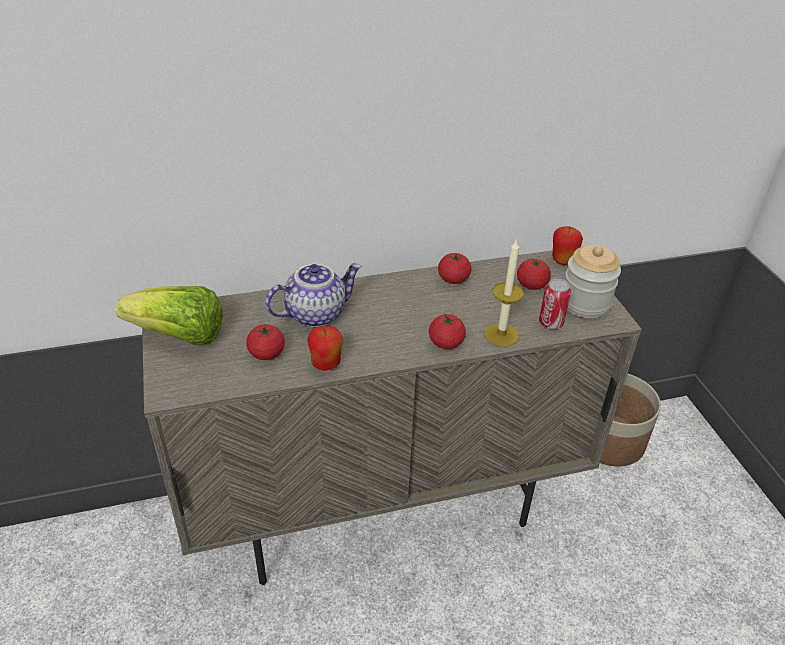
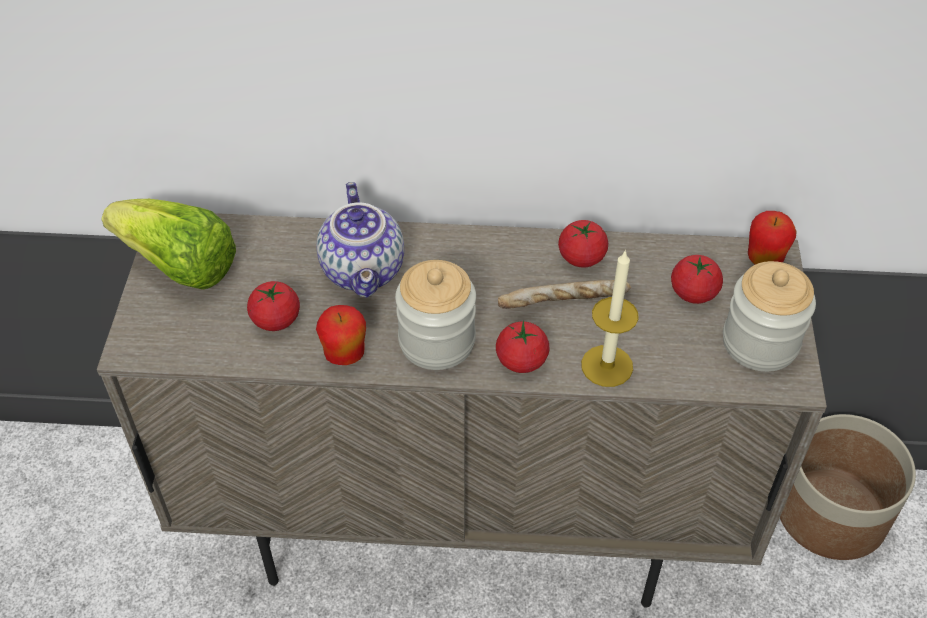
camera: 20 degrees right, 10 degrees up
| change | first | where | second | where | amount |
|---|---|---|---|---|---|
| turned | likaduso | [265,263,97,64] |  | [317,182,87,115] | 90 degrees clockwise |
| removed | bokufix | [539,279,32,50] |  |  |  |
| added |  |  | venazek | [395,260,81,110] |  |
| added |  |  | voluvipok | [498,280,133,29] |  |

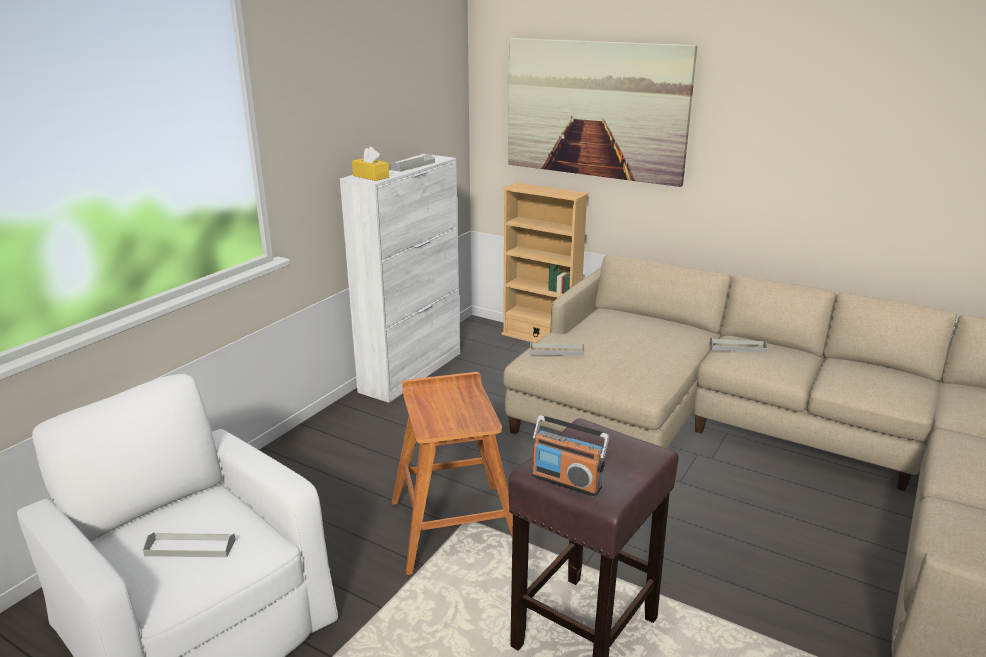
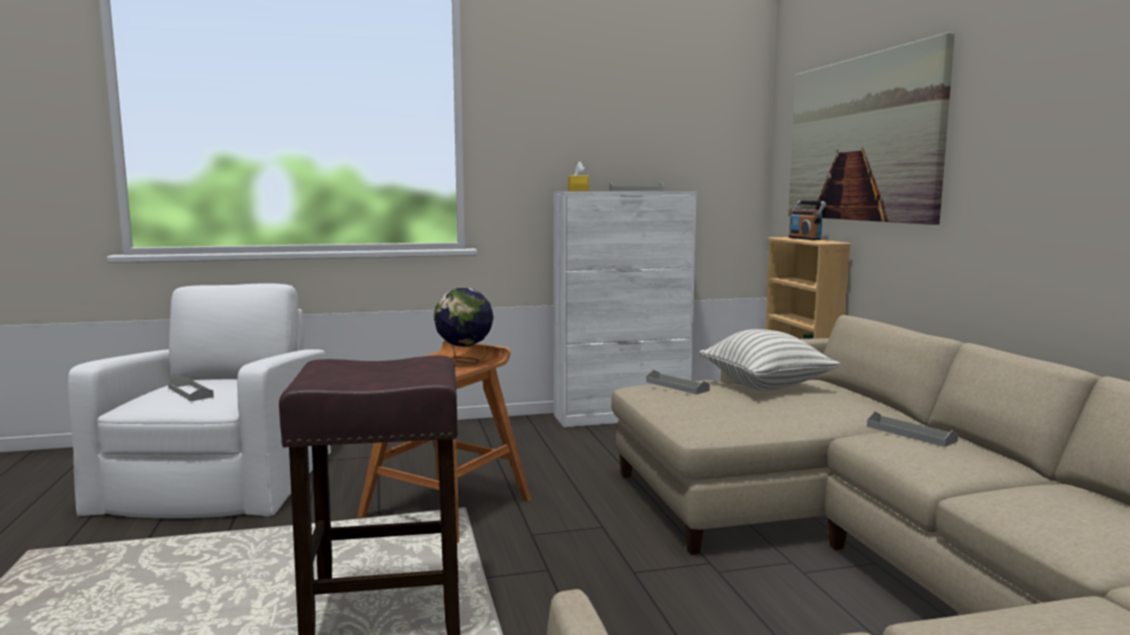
camera: 45 degrees right, 15 degrees down
| change | first | where | second | where | amount |
|---|---|---|---|---|---|
| moved | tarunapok | [532,415,78,82] |  | [788,201,38,39] |  |
| added |  |  | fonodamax | [434,288,60,76] |  |
| added |  |  | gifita | [699,329,141,62] |  |

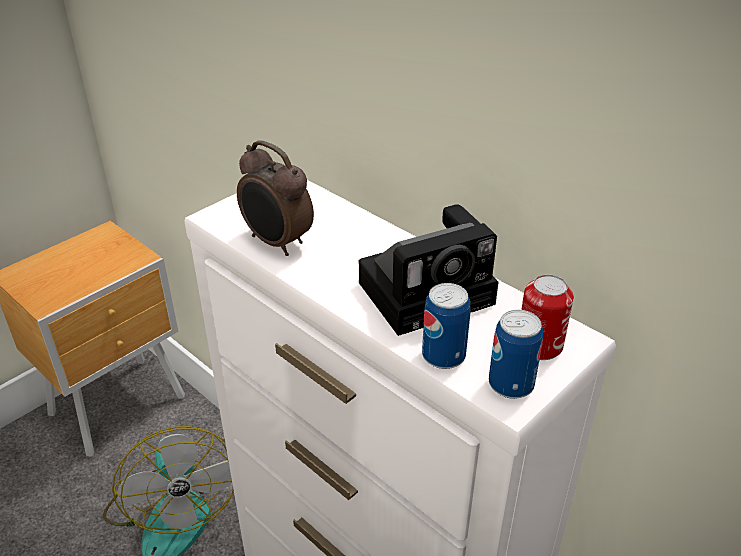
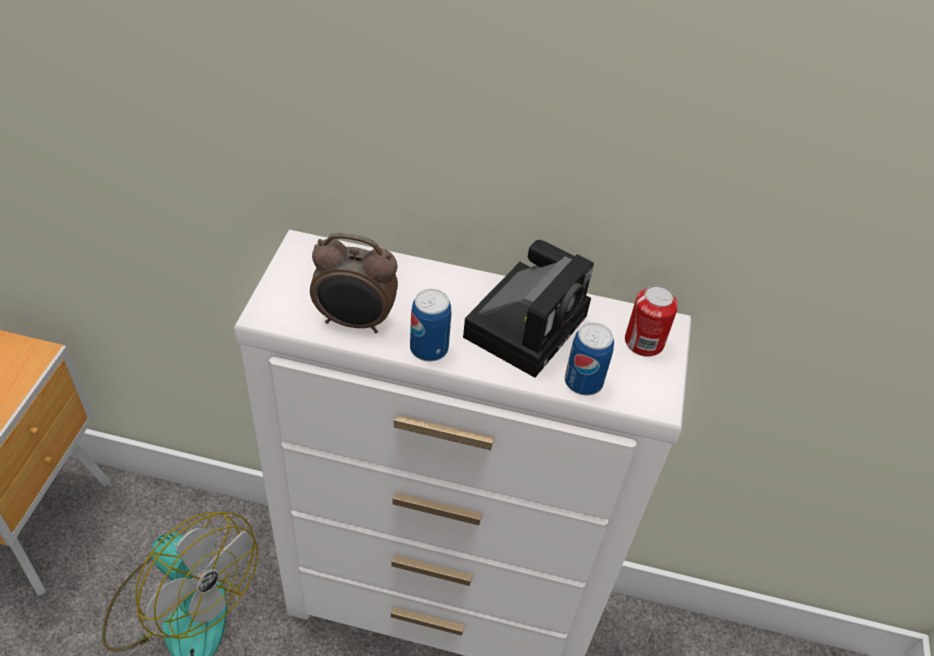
camera: 35 degrees left, 10 degrees up
| change | first | where | second | where | amount |
|---|---|---|---|---|---|
| moved | bokufix | [489,310,54,89] |  | [410,289,41,73] |  |

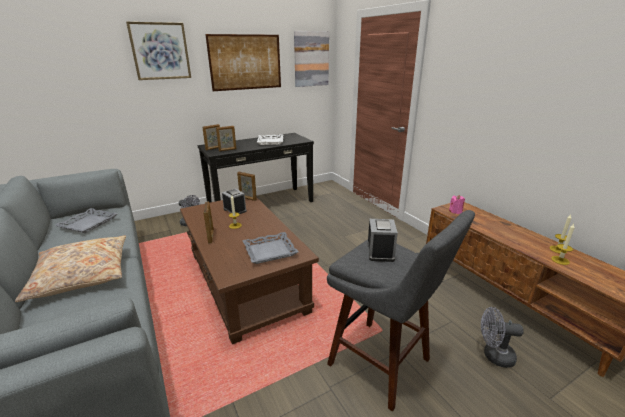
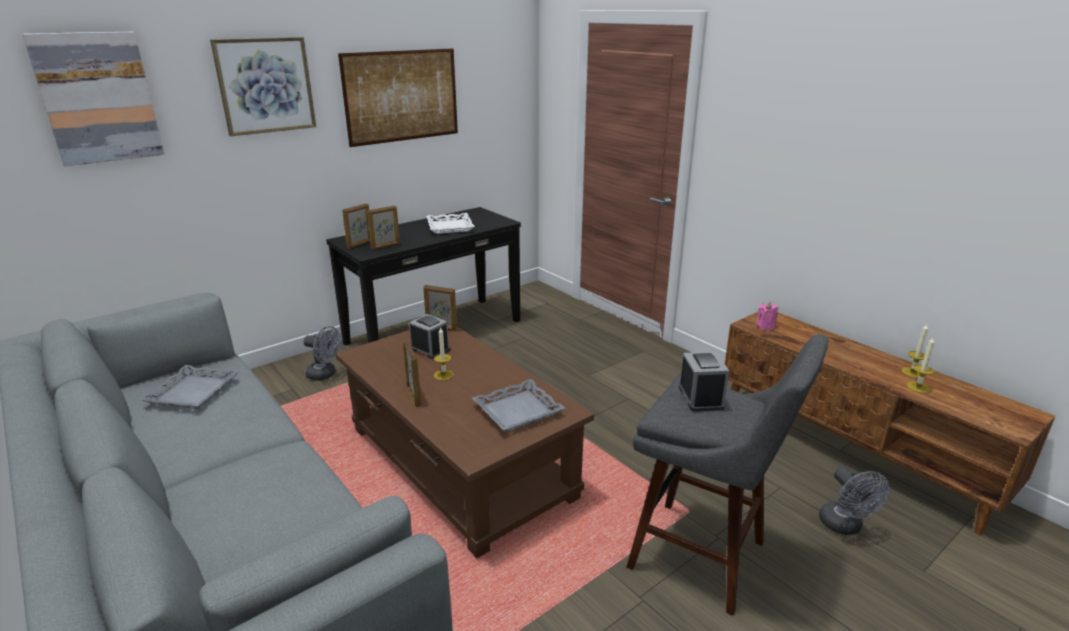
camera: 10 degrees left, 0 degrees up
| change | first | where | second | where | amount |
|---|---|---|---|---|---|
| moved | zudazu | [294,31,35,56] |  | [22,32,142,134] |  |
| removed | beige gifita | [15,235,111,67] |  |  |  |
| turned | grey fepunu | [481,307,43,61] |  | [819,466,71,69] | 105 degrees counterclockwise |

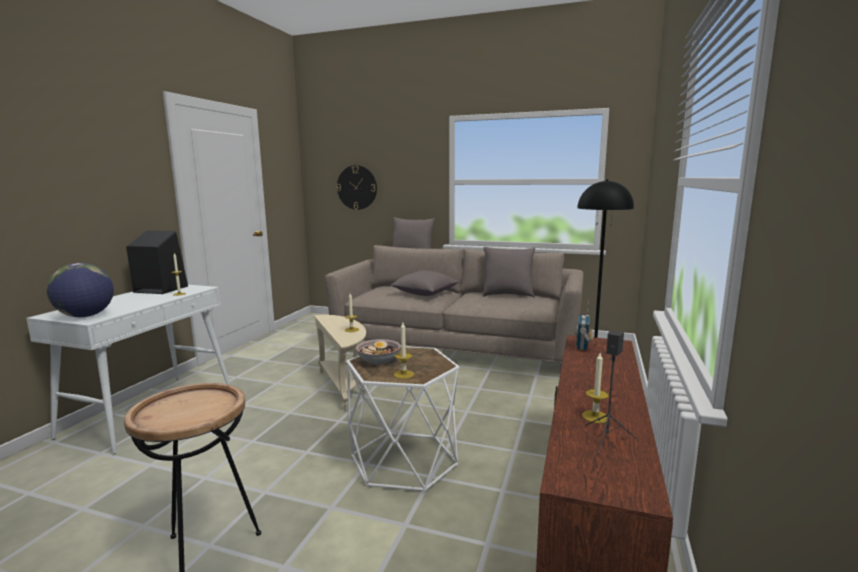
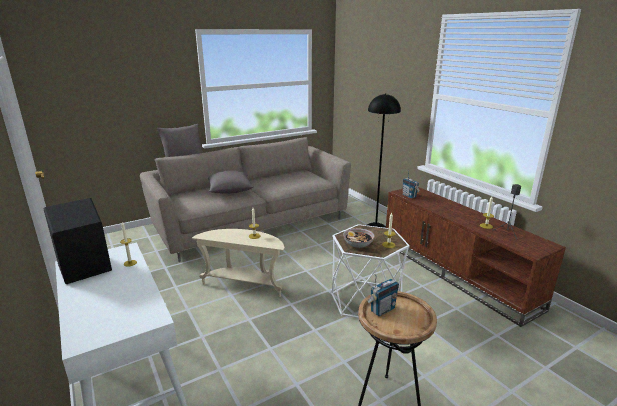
camera: 50 degrees left, 10 degrees up
| change | first | where | second | where | amount |
|---|---|---|---|---|---|
| removed | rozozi | [336,165,41,45] |  |  |  |
| removed | grey gifita | [482,247,53,50] |  |  |  |
| removed | fonodamax | [47,263,67,54] |  |  |  |
| added |  |  | tarunapok | [367,273,32,43] |  |

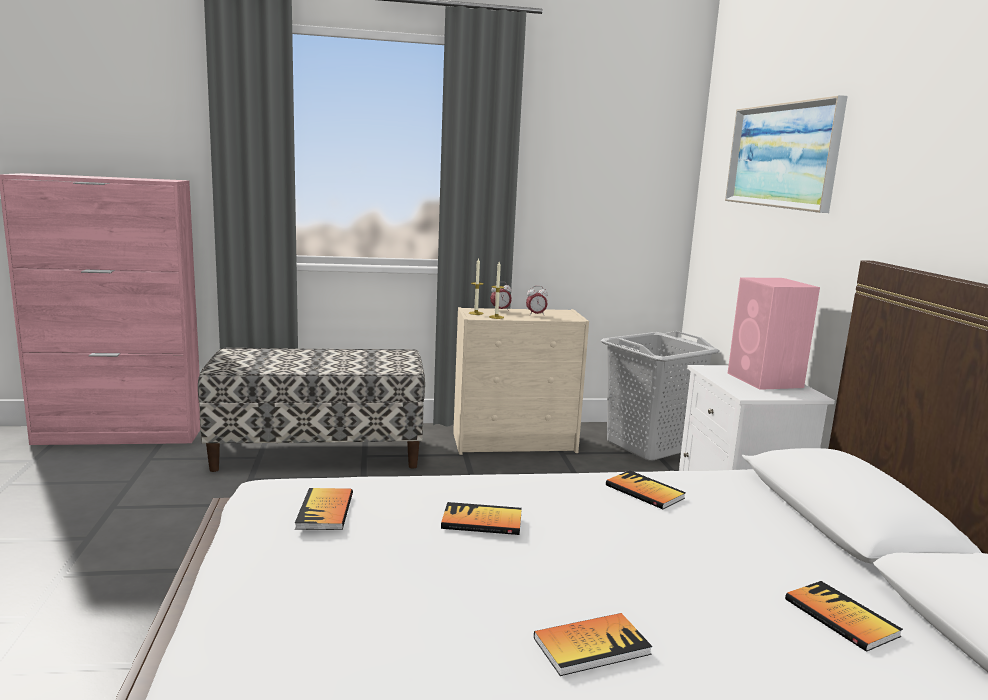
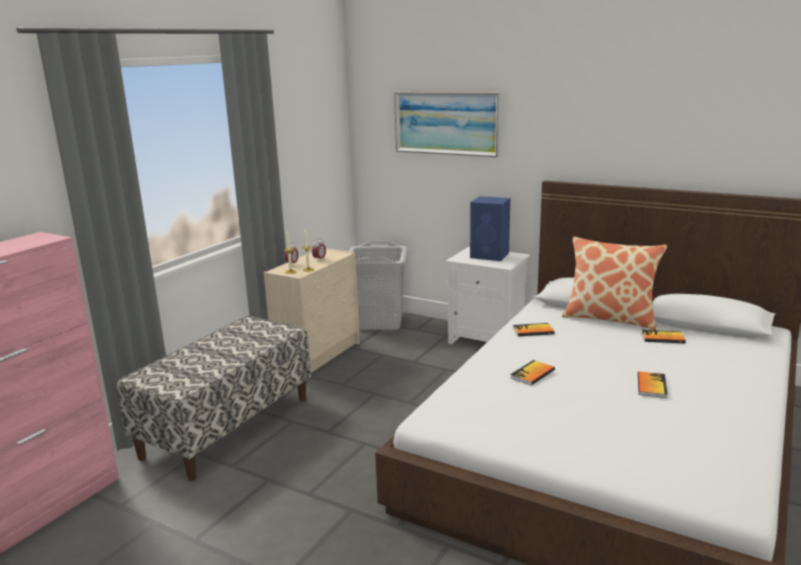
camera: 50 degrees left, 5 degrees up
| change | first | where | second | where | amount |
|---|---|---|---|---|---|
| recoloured | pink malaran | [728,277,92,113] | blue malaran | [470,196,40,65] |  |
| removed | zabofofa | [295,488,58,42] |  |  |  |
| added |  |  | gifita | [562,237,105,93] |  |

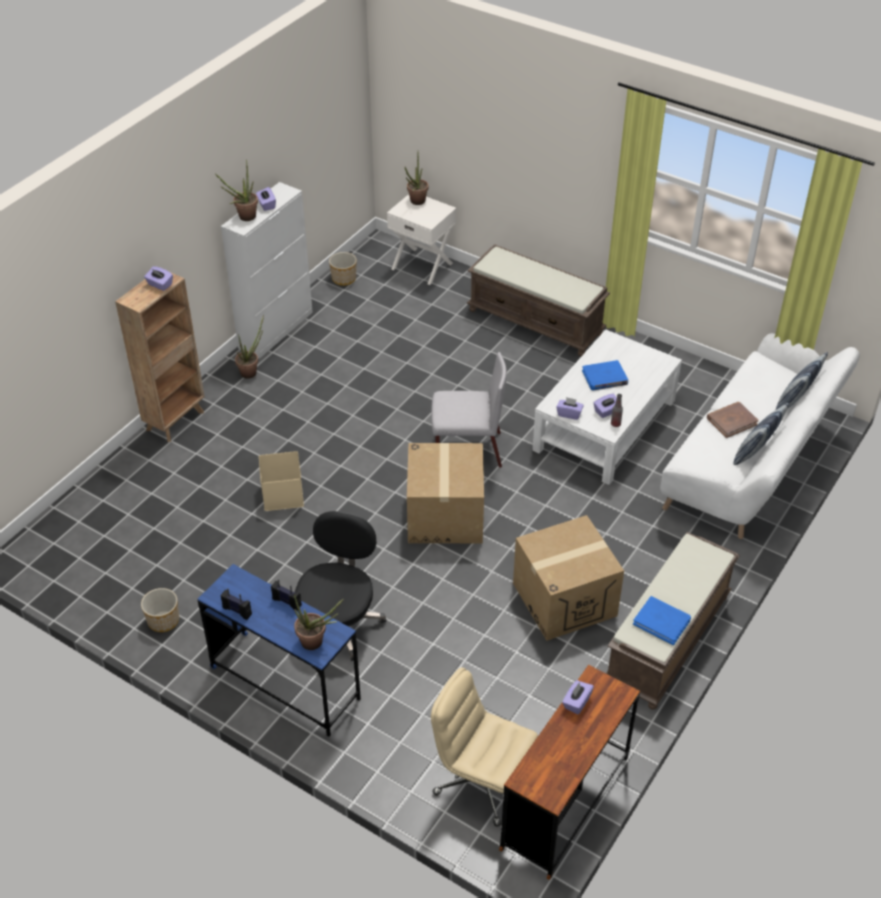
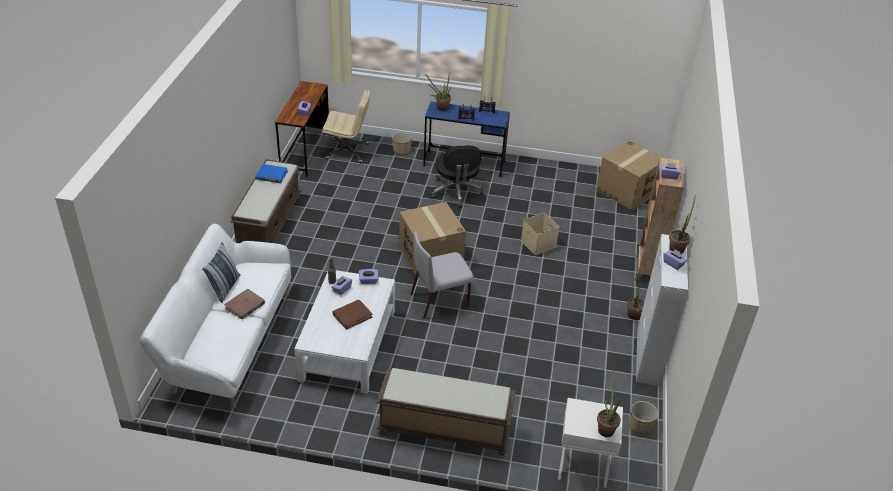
camera: 155 degrees right, 5 degrees down
| change | first | where | second | where | amount |
|---|---|---|---|---|---|
| removed | gifita | [776,352,52,58] |  |  |  |
| recoloured | blue zabofofa | [582,360,46,30] | brown zabofofa | [333,300,40,30] |  |
| moved | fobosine | [513,515,111,126] |  | [596,141,67,70] |  |
| moved | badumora | [141,588,38,44] |  | [392,132,20,23] |  |

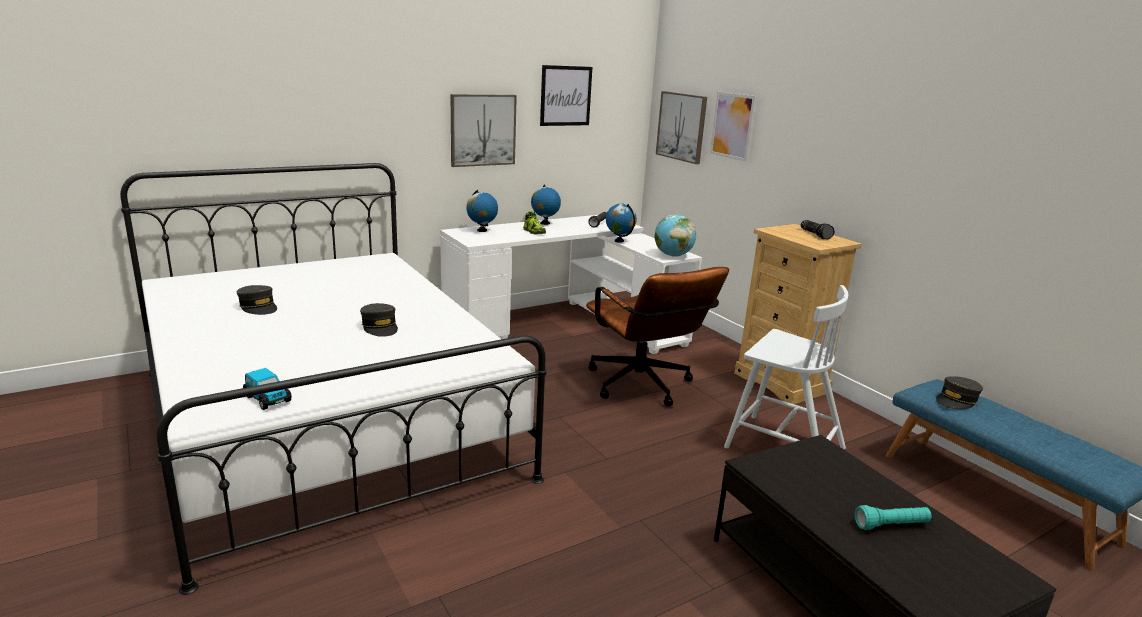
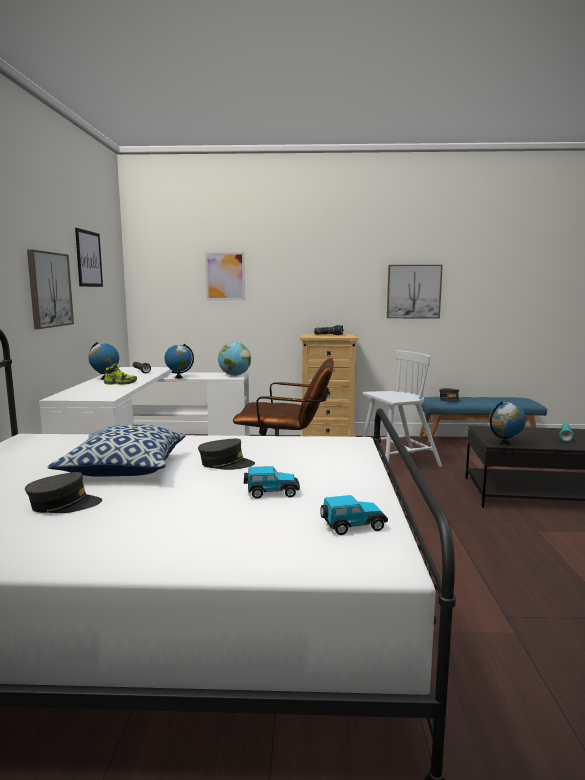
camera: 55 degrees left, 10 degrees down
| change | first | where | second | where | amount |
|---|---|---|---|---|---|
| moved | zudazu | [656,91,51,73] |  | [387,265,56,53] |  |
| moved | fonodamax | [466,190,32,42] |  | [489,401,37,45] |  |
| added |  |  | gifita | [48,424,138,53] |  |
| added |  |  | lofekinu | [244,466,56,33] |  |

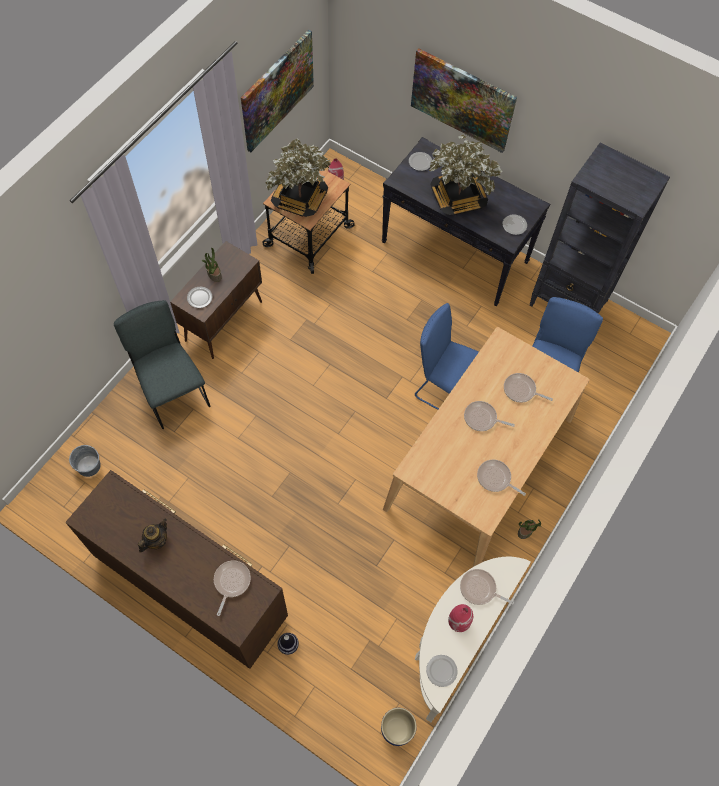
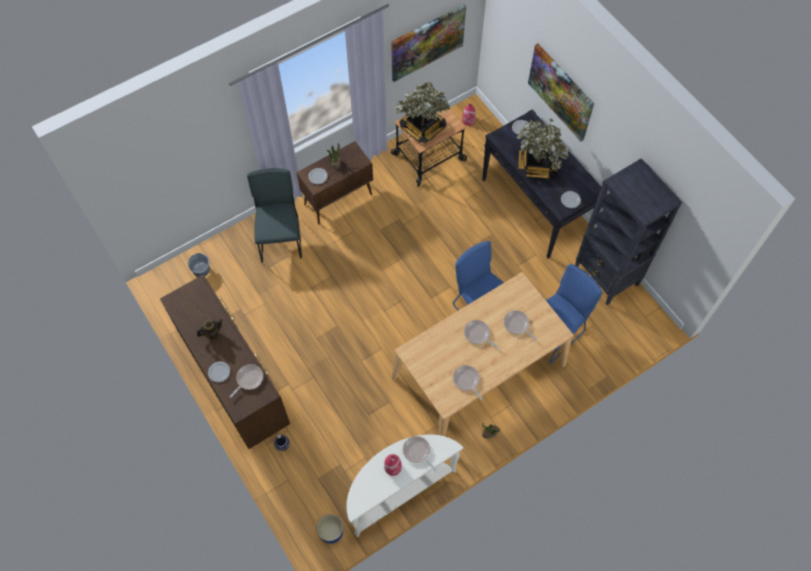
camera: 25 degrees right, 0 degrees up
| change | first | where | second | where | amount |
|---|---|---|---|---|---|
| moved | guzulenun | [426,655,32,32] |  | [208,362,22,20] |  |

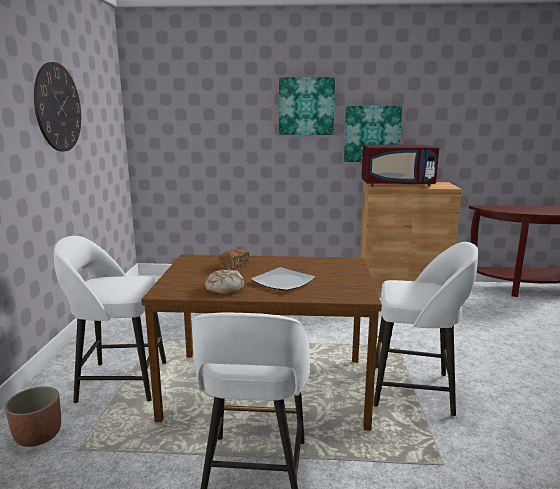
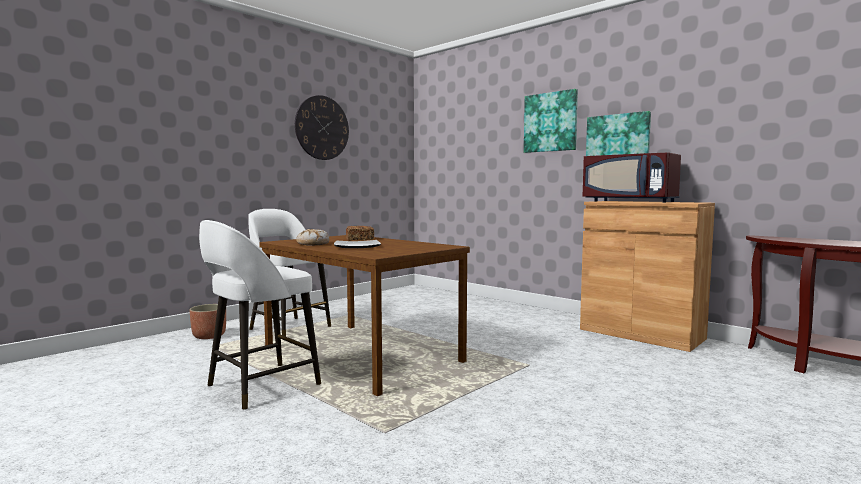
camera: 40 degrees right, 10 degrees down
| change | first | where | second | where | amount |
|---|---|---|---|---|---|
| removed | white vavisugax | [373,242,105,174] |  |  |  |

